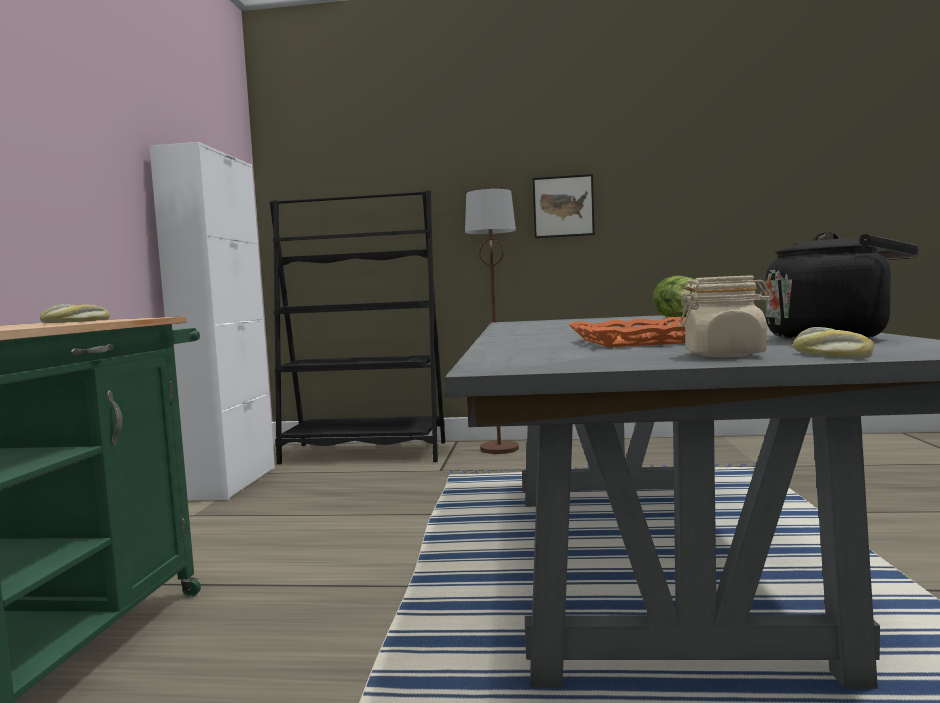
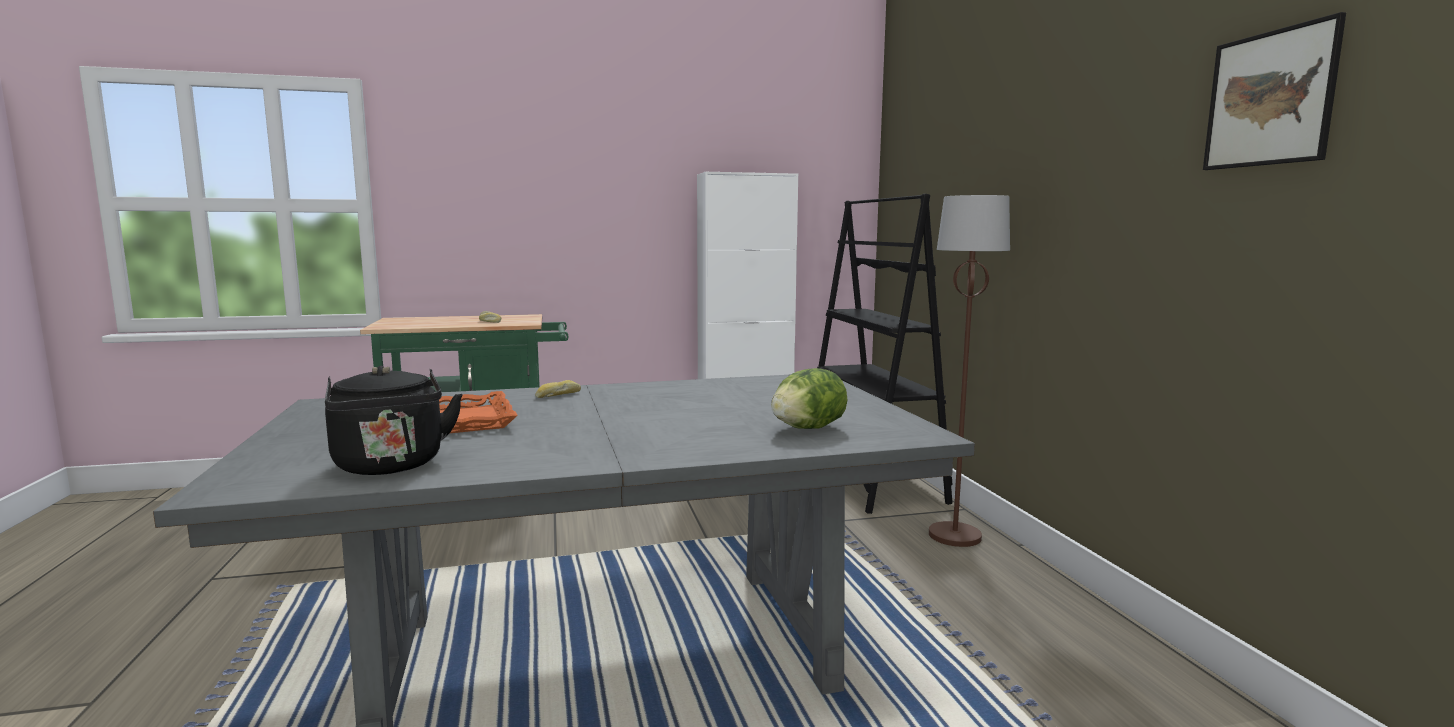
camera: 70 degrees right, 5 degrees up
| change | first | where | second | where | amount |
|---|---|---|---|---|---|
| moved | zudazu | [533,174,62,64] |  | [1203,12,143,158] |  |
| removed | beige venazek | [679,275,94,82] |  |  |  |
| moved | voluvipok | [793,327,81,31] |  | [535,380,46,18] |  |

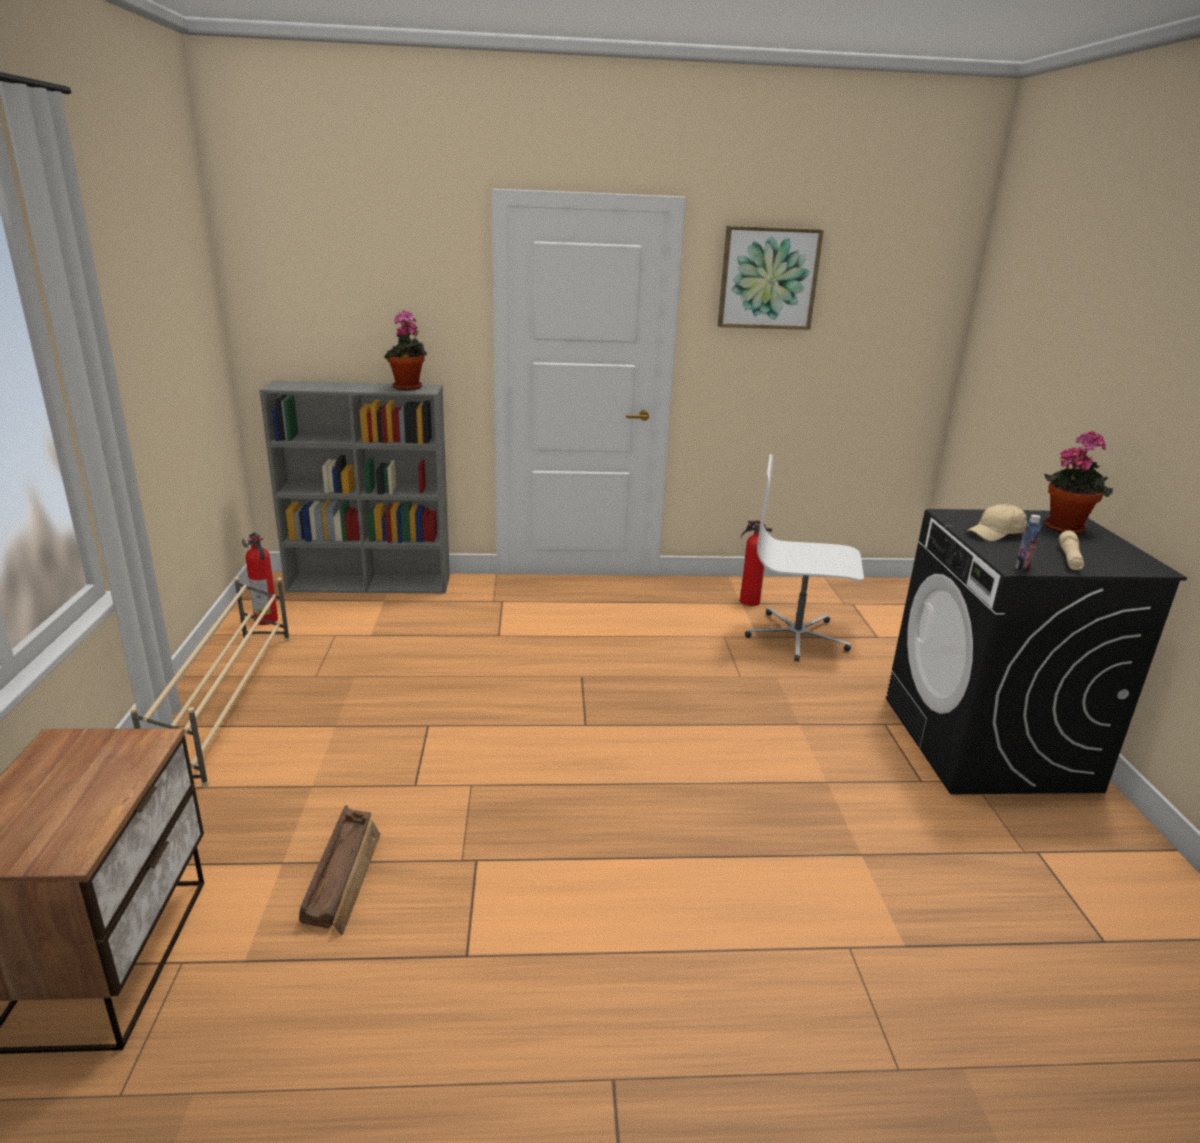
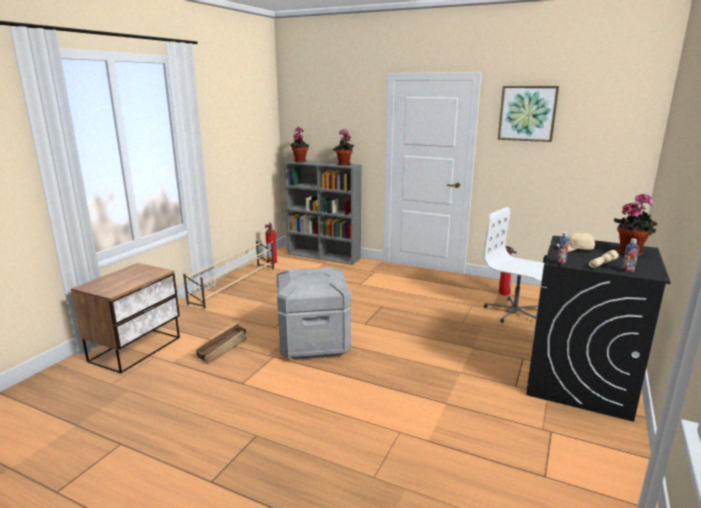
camera: 30 degrees right, 5 degrees down
| change | first | where | second | where | amount |
|---|---|---|---|---|---|
| added |  |  | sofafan | [291,127,18,36] |  |
| added |  |  | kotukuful | [621,239,18,33] |  |
| added |  |  | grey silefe | [277,267,74,93] |  |

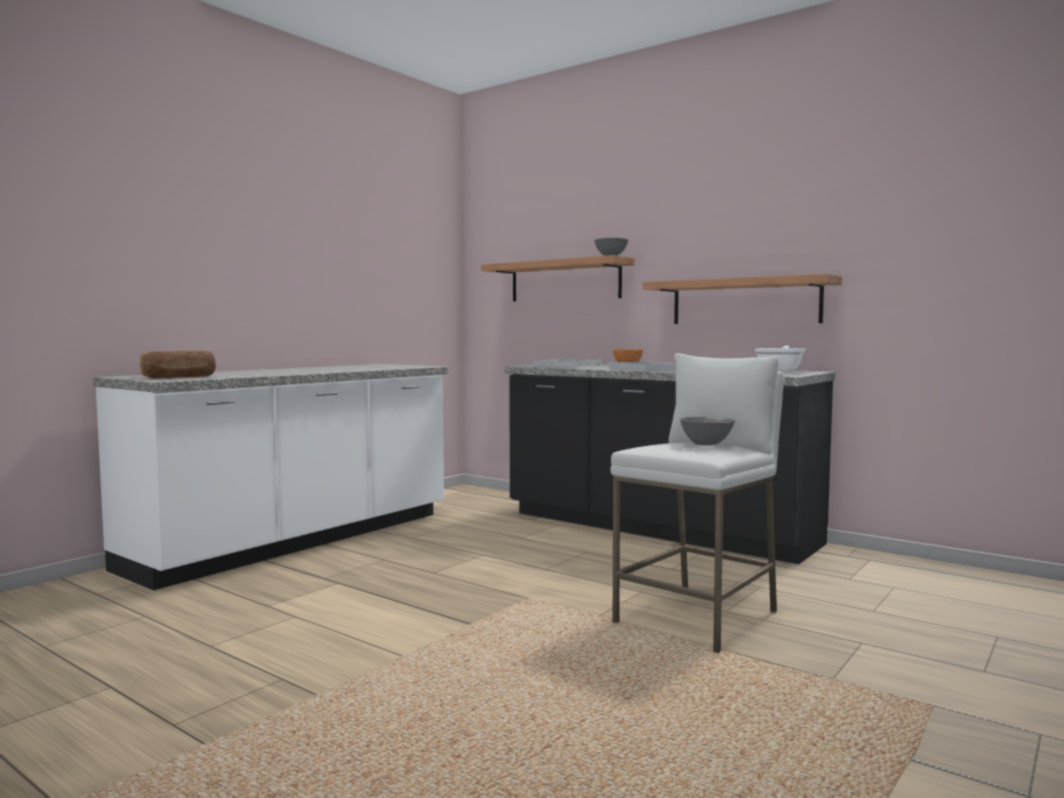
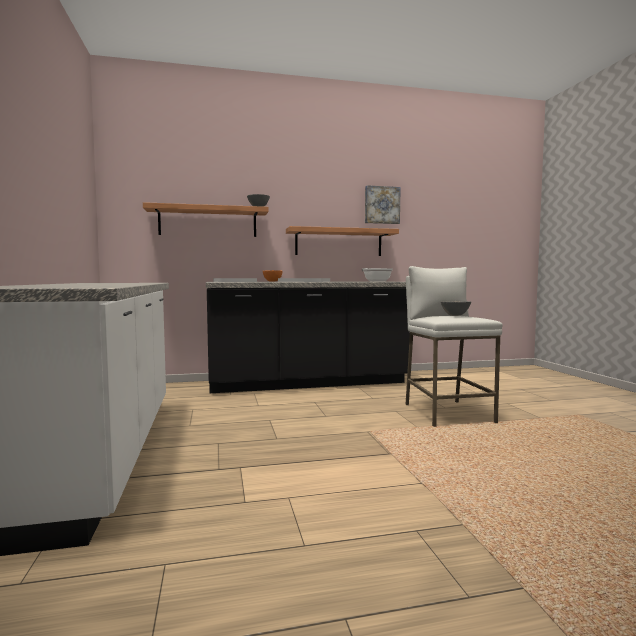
camera: 50 degrees left, 0 degrees up
| change | first | where | second | where | amount |
|---|---|---|---|---|---|
| removed | voluvipok | [140,350,76,28] |  |  |  |
| added |  |  | zudazu | [365,185,36,39] |  |

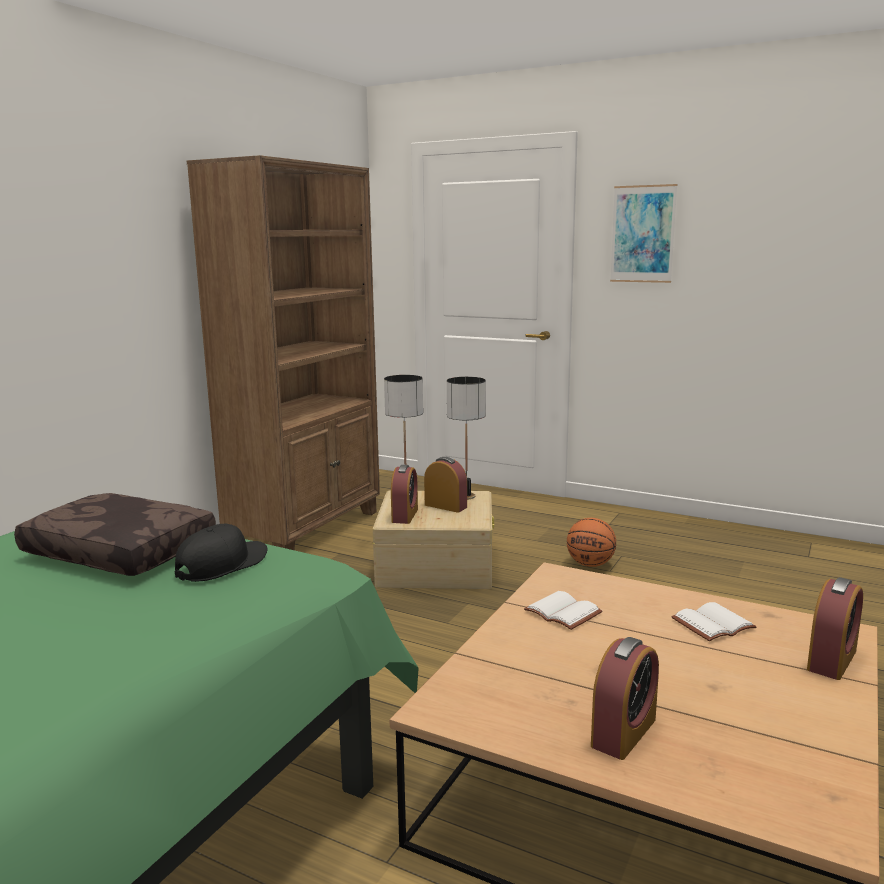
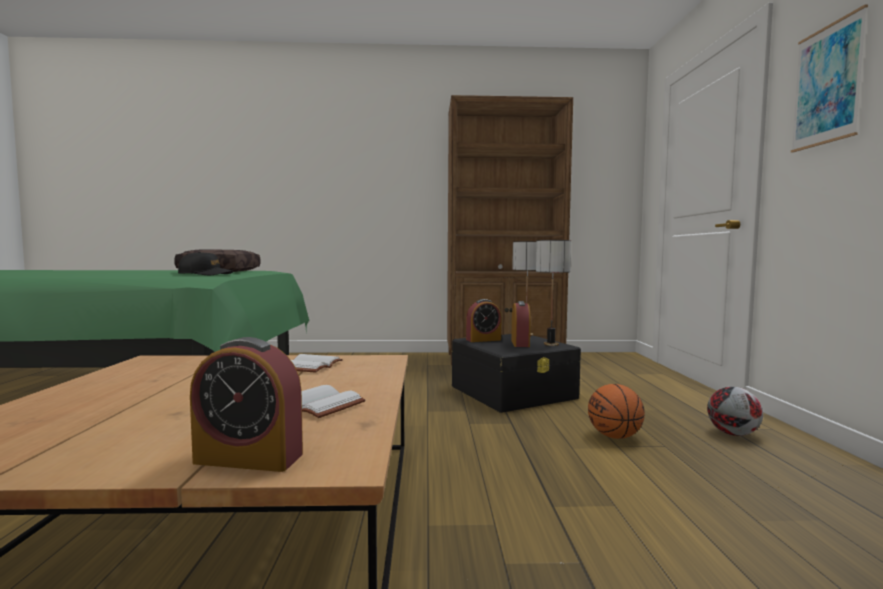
camera: 60 degrees right, 10 degrees down
| change | first | where | second | where | amount |
|---|---|---|---|---|---|
| recoloured | beige silefe | [373,490,121,99] | black silefe | [451,334,130,79] |  |
| removed | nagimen | [591,637,68,123] |  |  |  |
| added |  |  | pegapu | [707,387,56,49] |  |

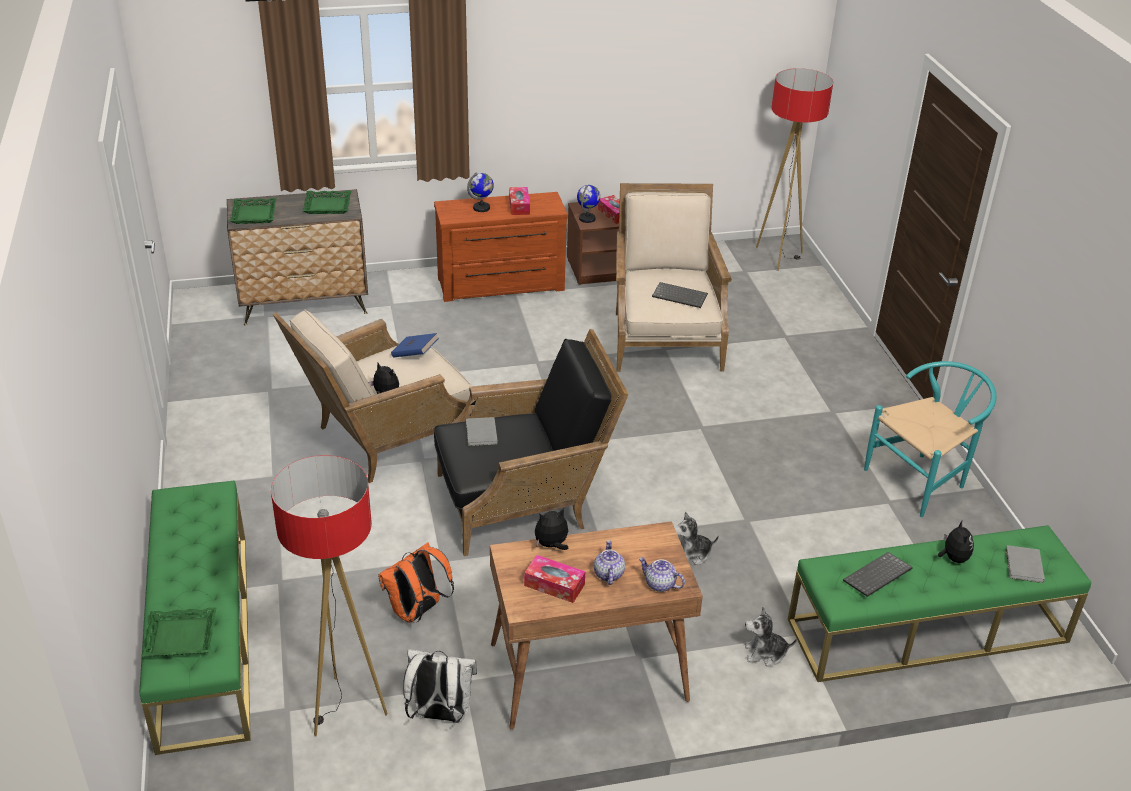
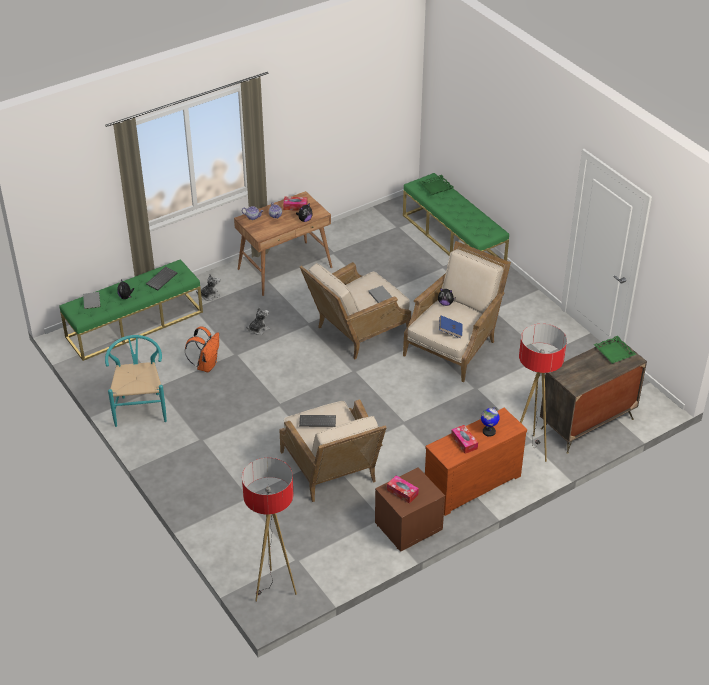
camera: 160 degrees right, 5 degrees up
| change | first | where | second | where | amount |
|---|---|---|---|---|---|
| removed | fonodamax | [577,185,23,38] |  |  |  |
| removed | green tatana | [302,191,49,23] |  |  |  |
| recoloured | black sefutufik | [434,329,195,227] | beige sefutufik | [300,262,111,97] |  |
| turned | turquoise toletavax | [864,361,133,156] |  | [105,335,62,92] | 135 degrees clockwise |
| moved | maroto | [271,455,117,281] |  | [519,324,48,138] |  |
| moved | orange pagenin | [378,542,76,80] |  | [185,326,34,46] |  |
| removed | white pagenin | [403,649,74,74] |  |  |  |

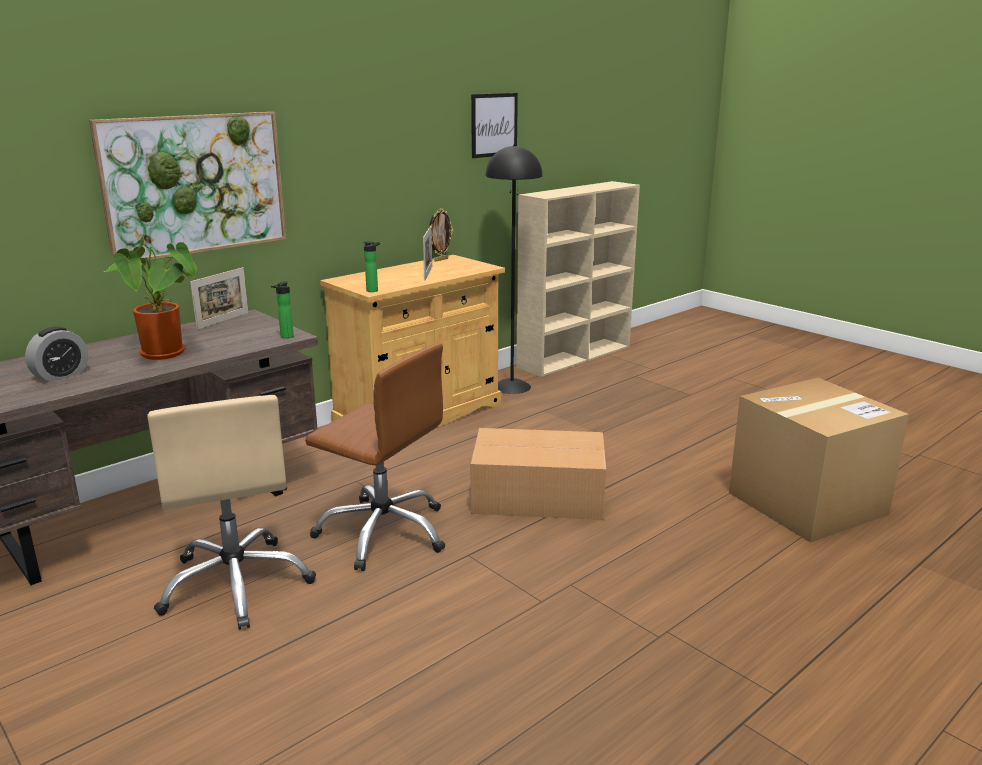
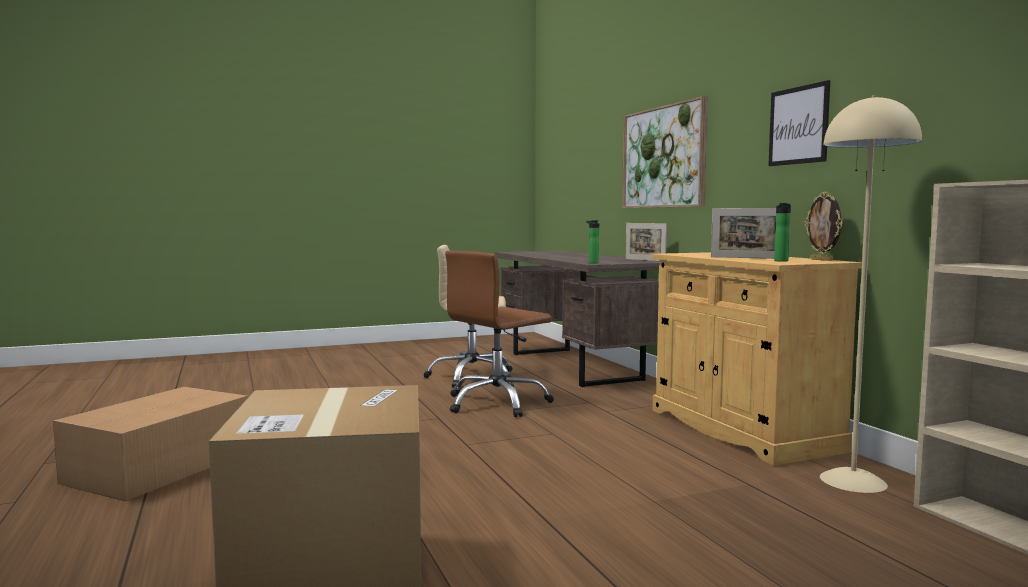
camera: 110 degrees right, 15 degrees down
| change | first | where | second | where | amount |
|---|---|---|---|---|---|
| moved | zudazu | [471,93,47,65] |  | [768,80,62,86] |  |
| recoloured | black maroto | [486,144,57,250] | beige maroto | [820,95,102,398] |  |
| removed | sofafan | [104,235,93,125] |  |  |  |
| moved | kotukuful | [363,241,17,51] |  | [774,203,17,59] |  |
| removed | nagimen | [25,326,63,56] |  |  |  |
| moved | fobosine | [471,428,135,92] |  | [53,387,195,114] |  |

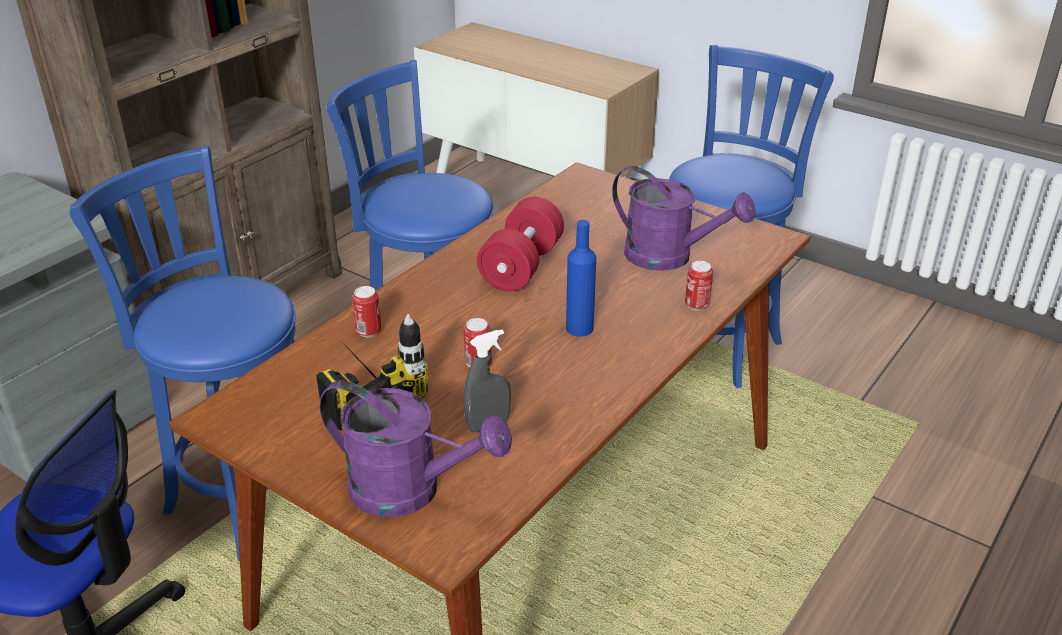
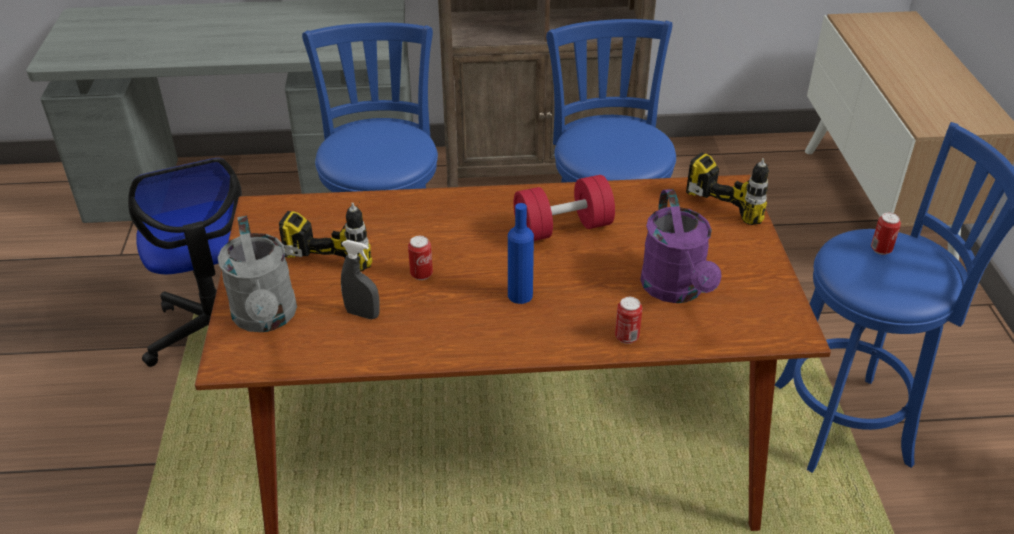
camera: 50 degrees right, 5 degrees up
| change | first | where | second | where | amount |
|---|---|---|---|---|---|
| moved | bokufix | [352,286,30,51] |  | [871,212,30,43] |  |
| recoloured | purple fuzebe | [320,380,192,137] | grey fuzebe | [218,216,79,116] |  |
| added |  |  | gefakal | [686,152,83,73] |  |

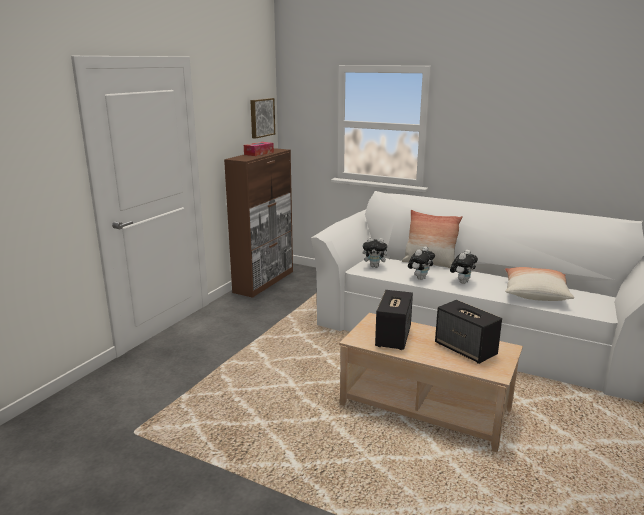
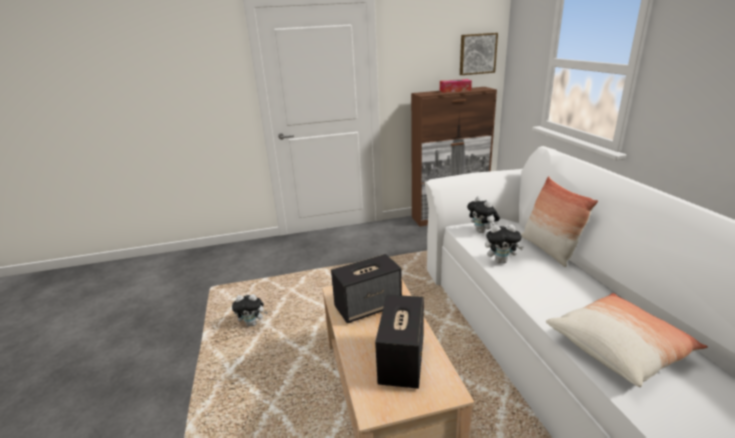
camera: 50 degrees right, 5 degrees up
| change | first | where | second | where | amount |
|---|---|---|---|---|---|
| moved | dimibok | [450,250,28,34] |  | [232,294,36,32] |  |

